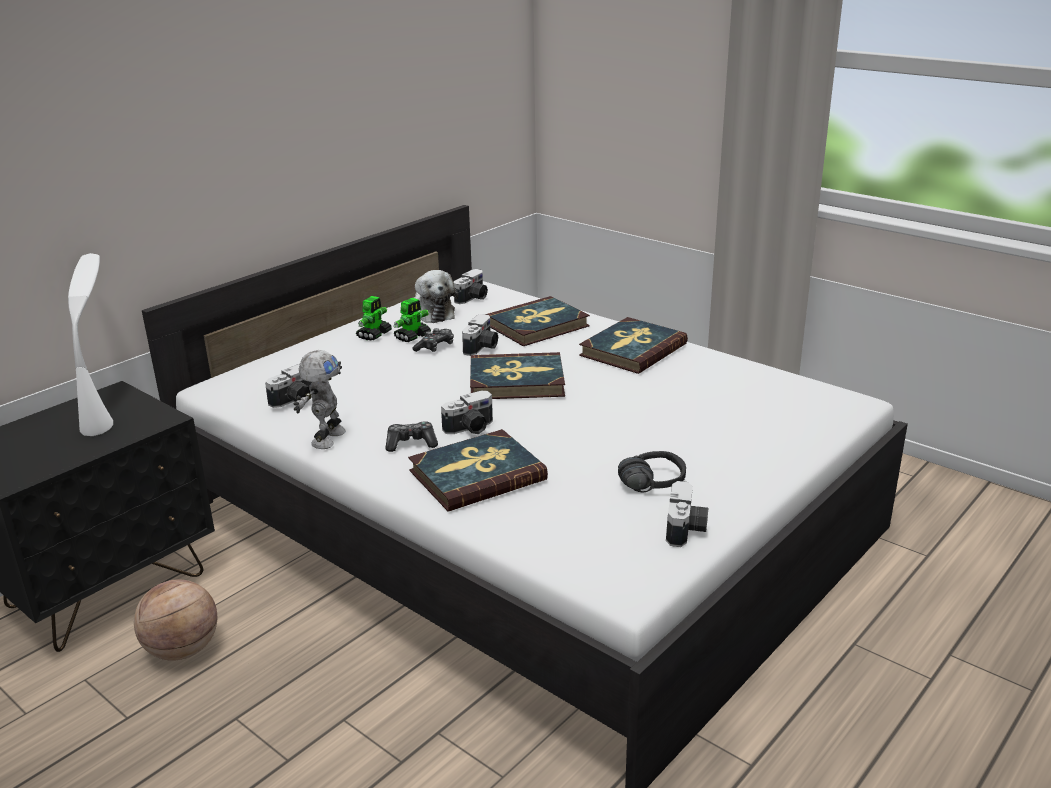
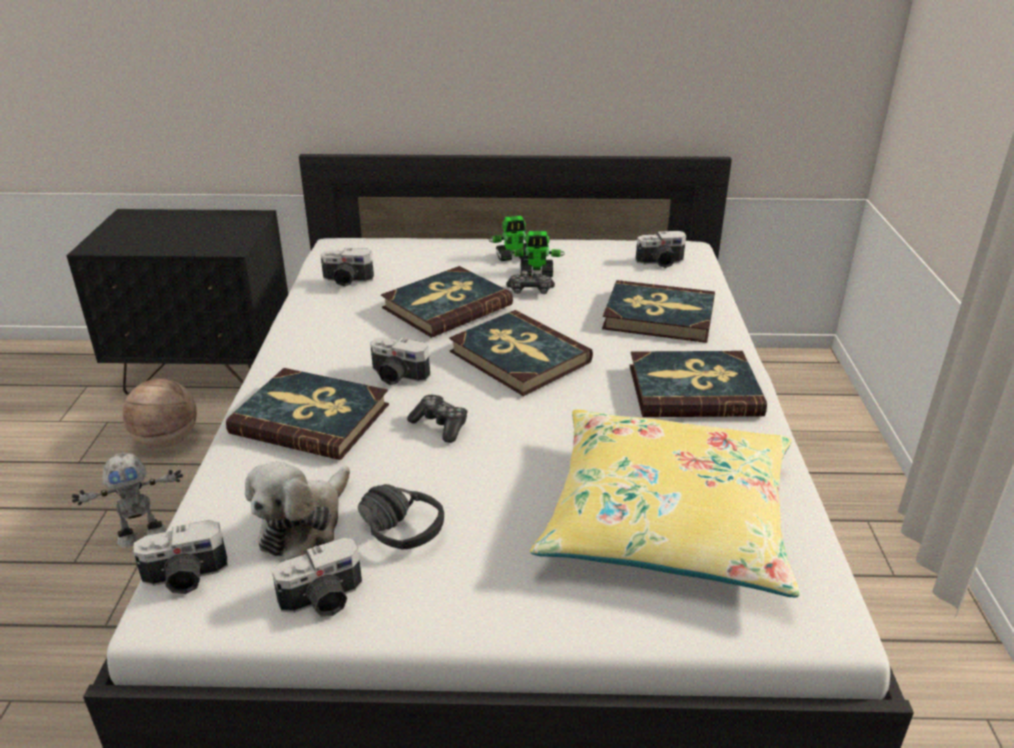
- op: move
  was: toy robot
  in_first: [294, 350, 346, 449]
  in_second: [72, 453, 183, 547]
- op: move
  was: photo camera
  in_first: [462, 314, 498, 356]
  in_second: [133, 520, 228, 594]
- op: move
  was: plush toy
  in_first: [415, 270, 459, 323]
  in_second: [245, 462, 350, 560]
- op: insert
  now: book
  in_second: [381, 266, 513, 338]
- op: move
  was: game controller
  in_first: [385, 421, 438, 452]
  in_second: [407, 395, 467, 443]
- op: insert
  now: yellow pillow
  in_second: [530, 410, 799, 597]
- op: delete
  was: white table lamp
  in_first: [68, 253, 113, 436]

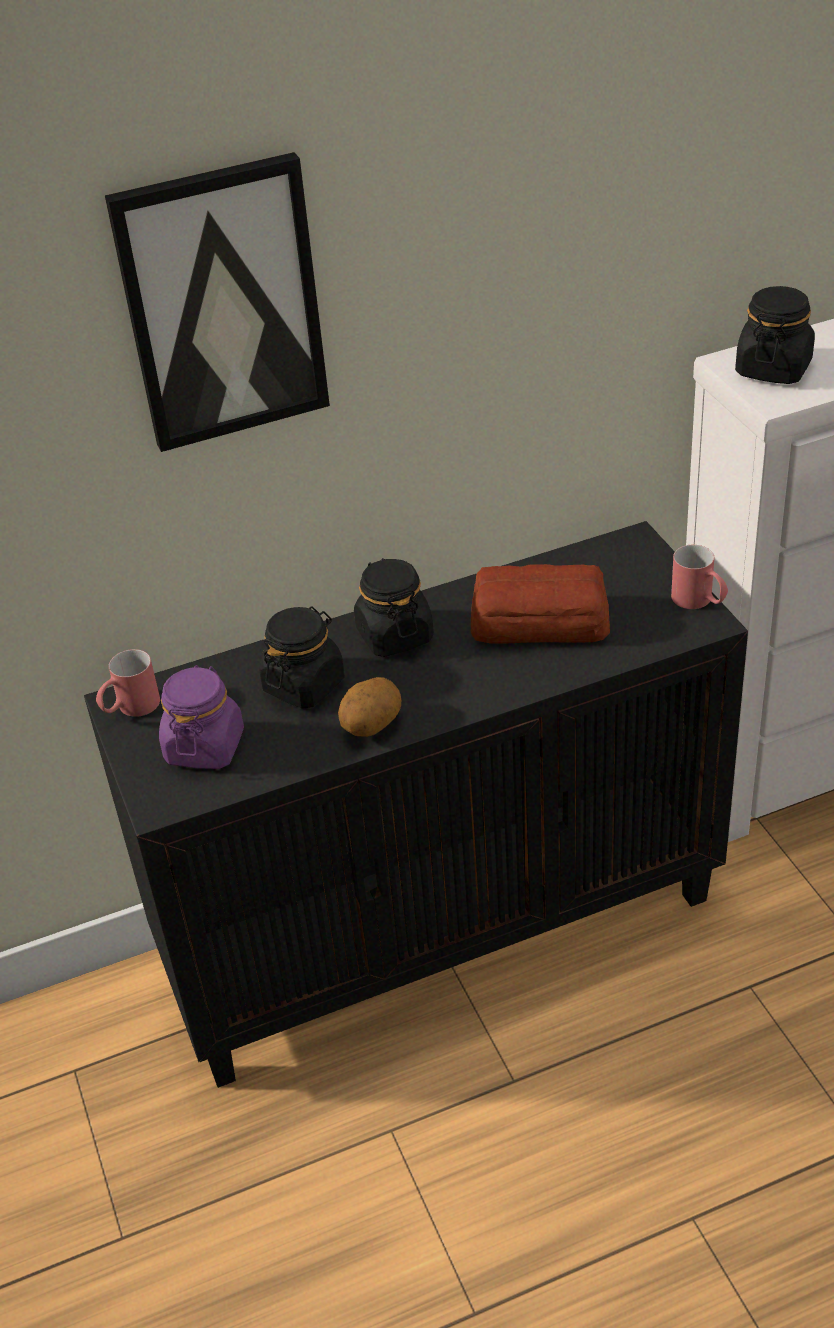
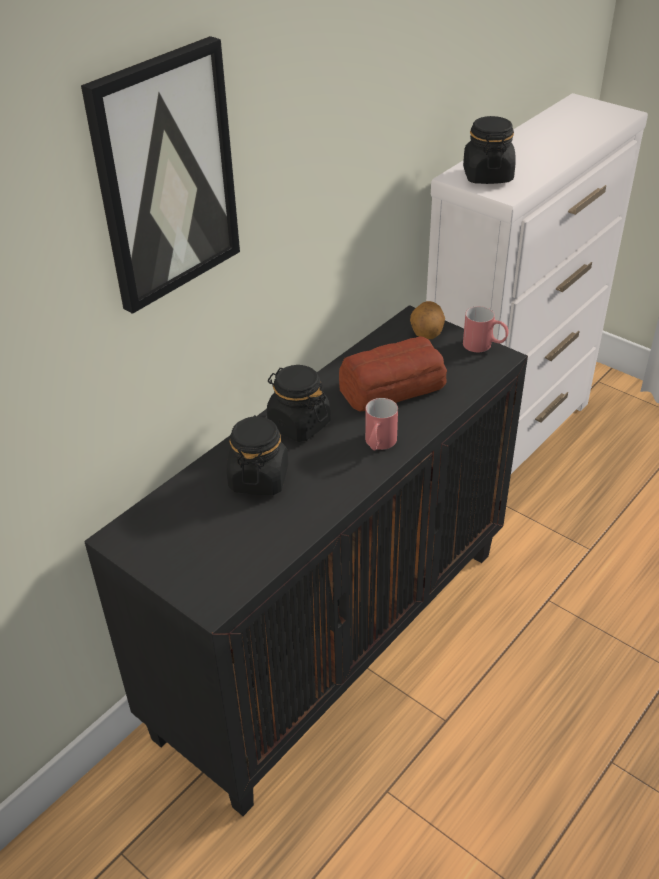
- op: move
  was: red mug
  in_first: [96, 649, 160, 717]
  in_second: [365, 398, 398, 450]
- op: move
  was: potato
  in_first: [338, 677, 401, 737]
  in_second: [410, 301, 445, 339]
- op: delete
  was: purple jar
  in_first: [159, 665, 244, 769]

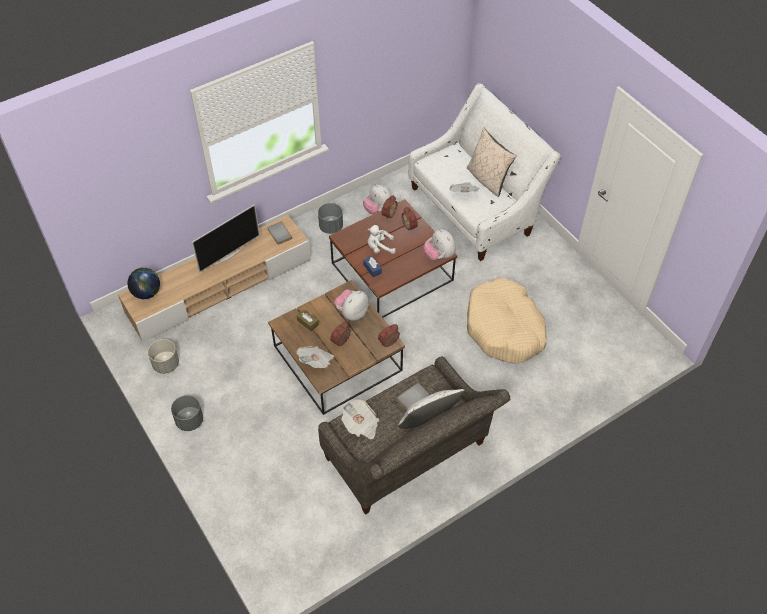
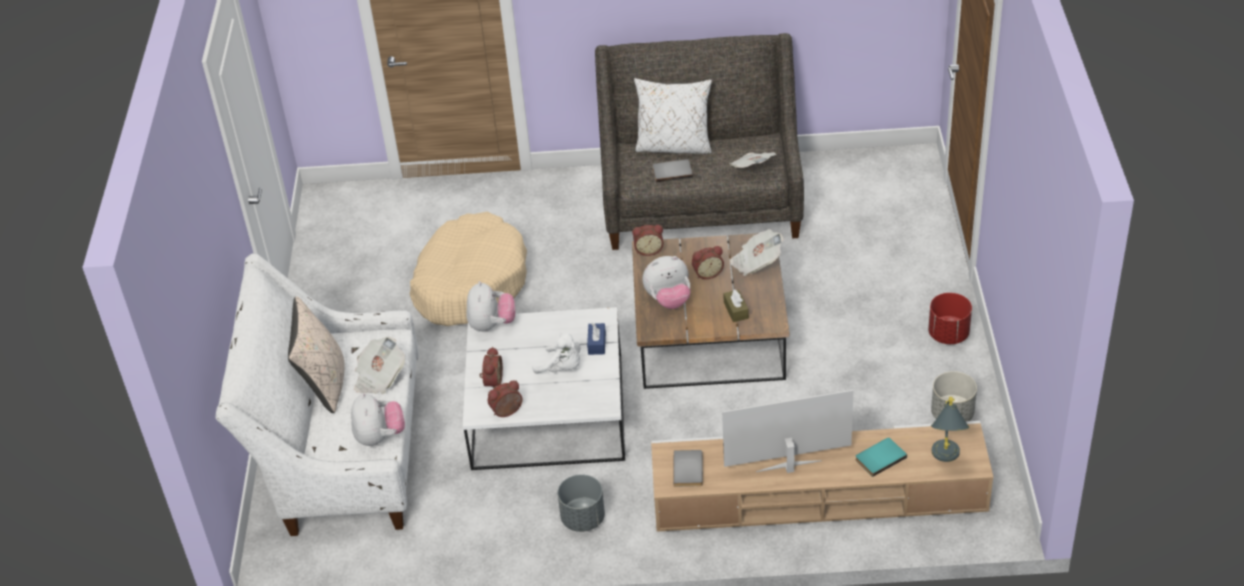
- op: move
  was: plush toy
  in_first: [363, 184, 391, 214]
  in_second: [351, 393, 405, 446]
- op: recolor
  was: brown coffee table
  now: white coffee table
  in_first: [329, 199, 457, 318]
  in_second: [463, 307, 625, 470]
- op: insert
  now: turquoise book
  in_second: [855, 438, 907, 477]
- op: recolor
  was: grey planter
  now: red planter
  in_first: [171, 395, 203, 431]
  in_second: [928, 293, 972, 344]
- op: replace
  was: globe
  now: grey table lamp
  in_first: [127, 268, 160, 299]
  in_second: [931, 397, 969, 462]

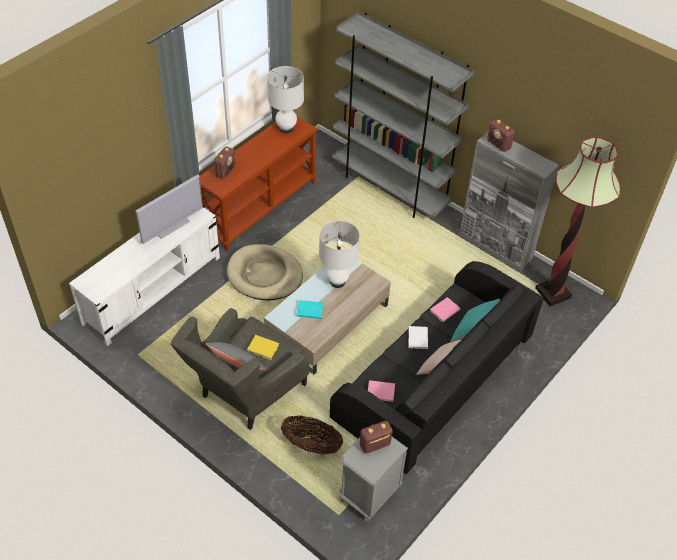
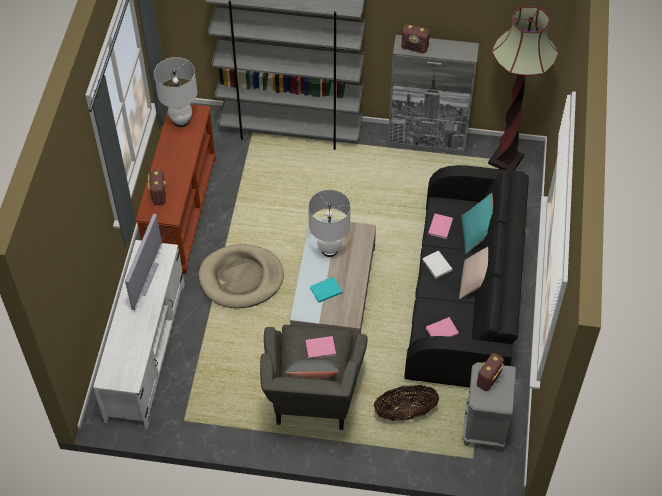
- op: recolor
  was: yellow book
  now: pink book
  in_first: [247, 335, 279, 360]
  in_second: [305, 336, 336, 359]

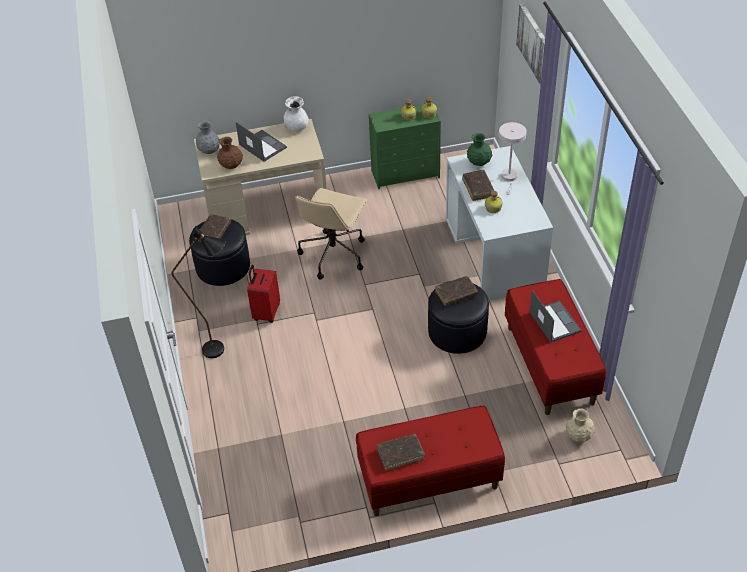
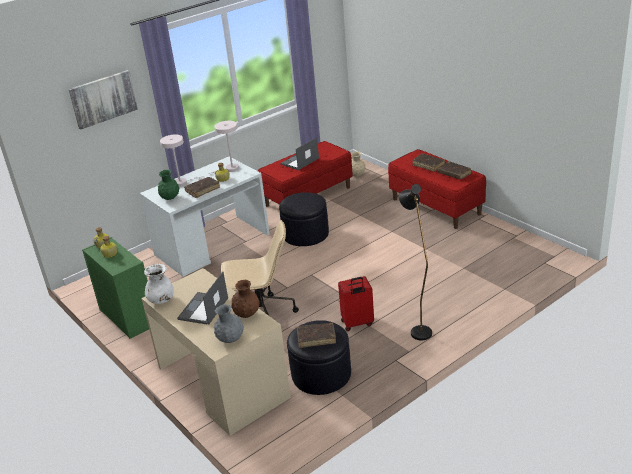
- op: insert
  now: white table lamp
  in_second: [209, 121, 239, 174]
- op: move
  was: brown book
  in_first: [435, 276, 478, 306]
  in_second: [412, 153, 445, 172]

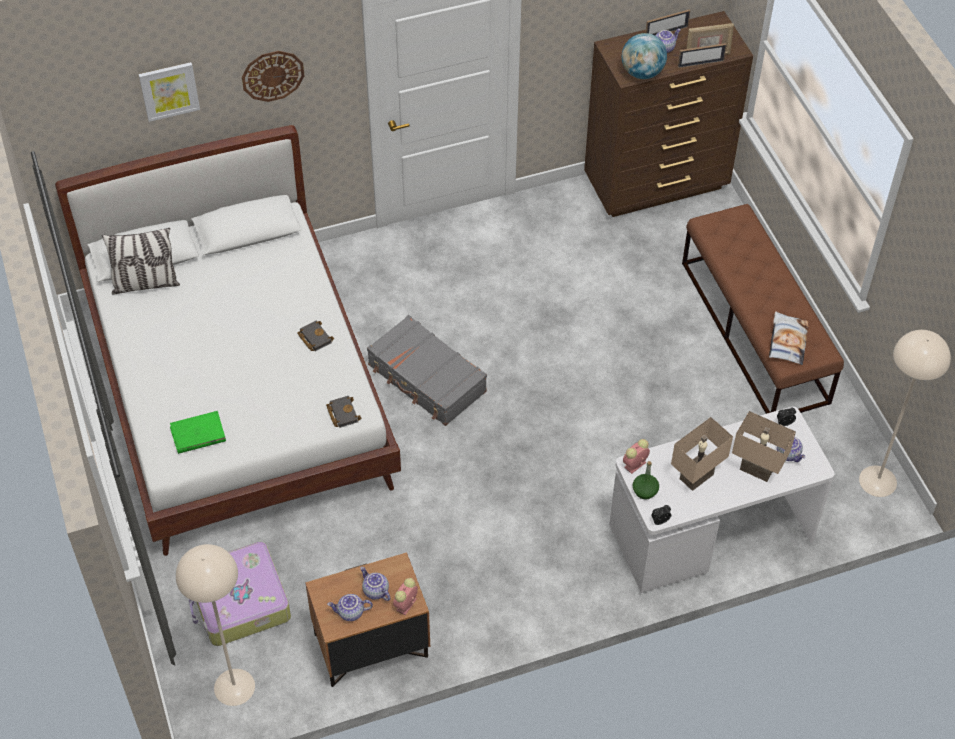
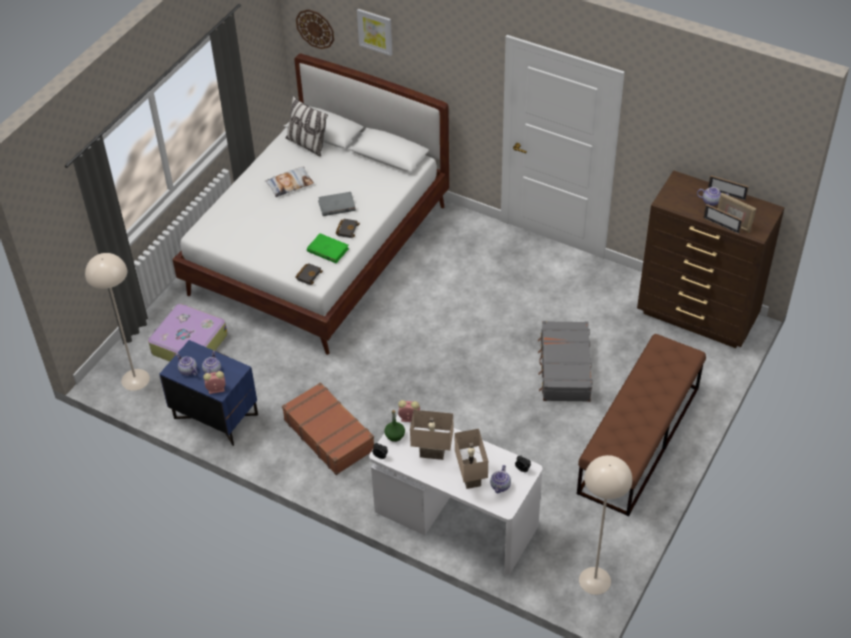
- op: recolor
  was: brown nightstand
  now: blue nightstand
  in_first: [305, 552, 430, 687]
  in_second: [159, 340, 258, 446]
- op: move
  was: pillow
  in_first: [769, 311, 809, 365]
  in_second: [265, 166, 314, 197]
- op: insert
  now: brown suitcase
  in_second: [282, 382, 374, 475]
- op: move
  was: wall clock
  in_first: [242, 51, 304, 102]
  in_second: [296, 9, 334, 49]
- op: move
  was: green book
  in_first: [170, 411, 226, 454]
  in_second: [307, 233, 349, 263]
- op: insert
  now: grey book
  in_second: [318, 192, 356, 216]
- op: move
  was: grey suitcase
  in_first: [367, 315, 487, 426]
  in_second: [538, 321, 592, 402]
- op: delete
  was: globe
  in_first: [622, 33, 667, 79]

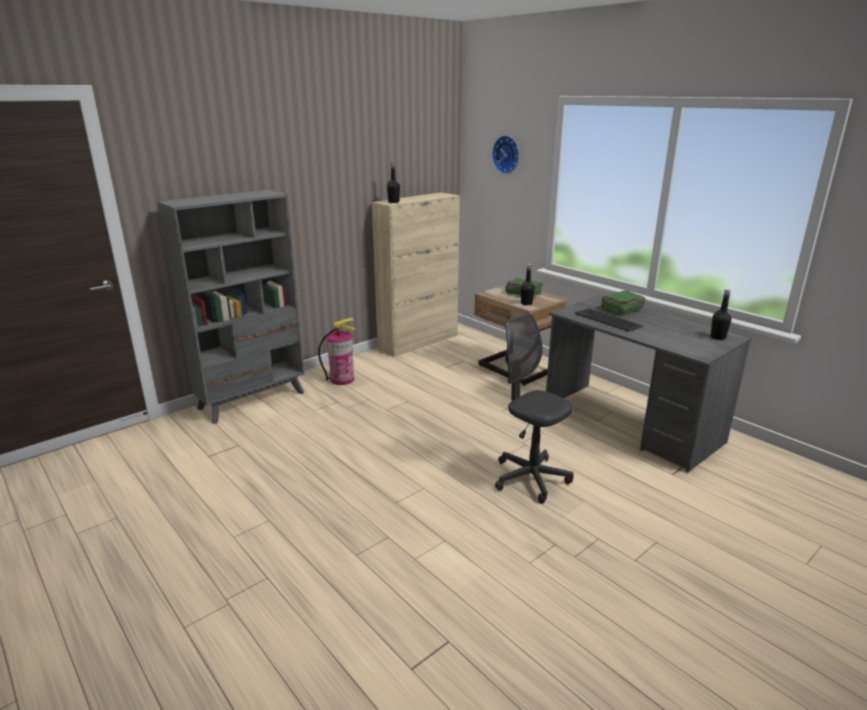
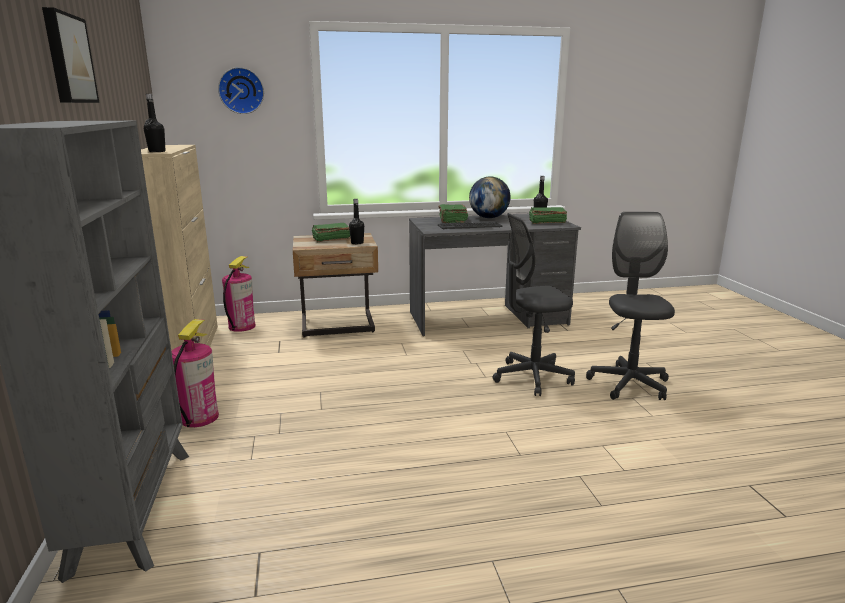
- op: insert
  now: picture
  in_second: [42, 7, 99, 103]
- op: insert
  now: fire extinguisher
  in_second: [222, 256, 256, 332]
- op: insert
  now: globe
  in_second: [469, 176, 511, 218]
- op: insert
  now: green book
  in_second: [529, 207, 567, 224]
- op: insert
  now: grey office chair
  in_second: [586, 212, 675, 400]

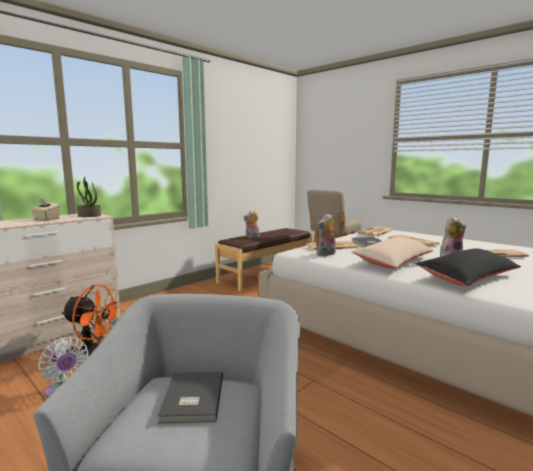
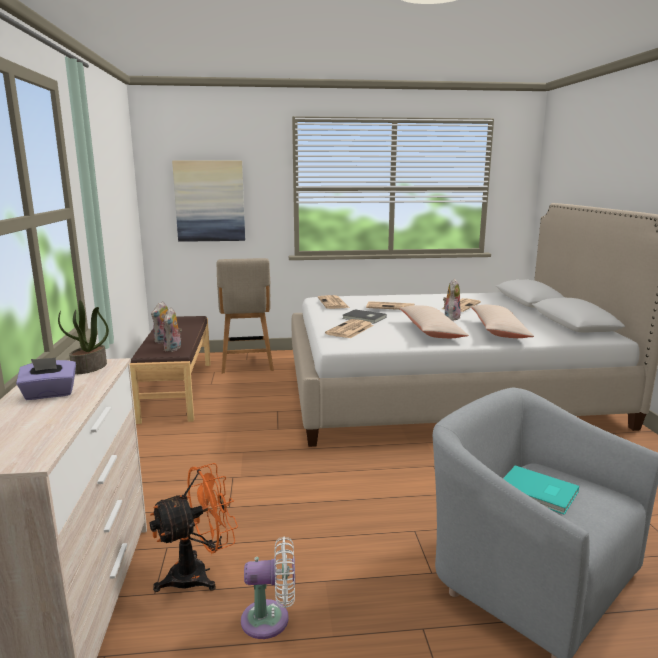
- op: recolor
  was: beige tissue box
  now: purple tissue box
  in_first: [30, 199, 61, 220]
  in_second: [16, 357, 76, 400]
- op: move
  was: plush toy
  in_first: [317, 214, 336, 256]
  in_second: [163, 308, 182, 352]
- op: insert
  now: picture
  in_second: [172, 160, 245, 242]
- op: recolor
  was: black pillow
  now: beige pillow
  in_first: [415, 249, 521, 286]
  in_second: [471, 305, 534, 338]
- op: recolor
  was: grey book
  now: turquoise book
  in_first: [158, 372, 223, 424]
  in_second: [503, 466, 579, 515]

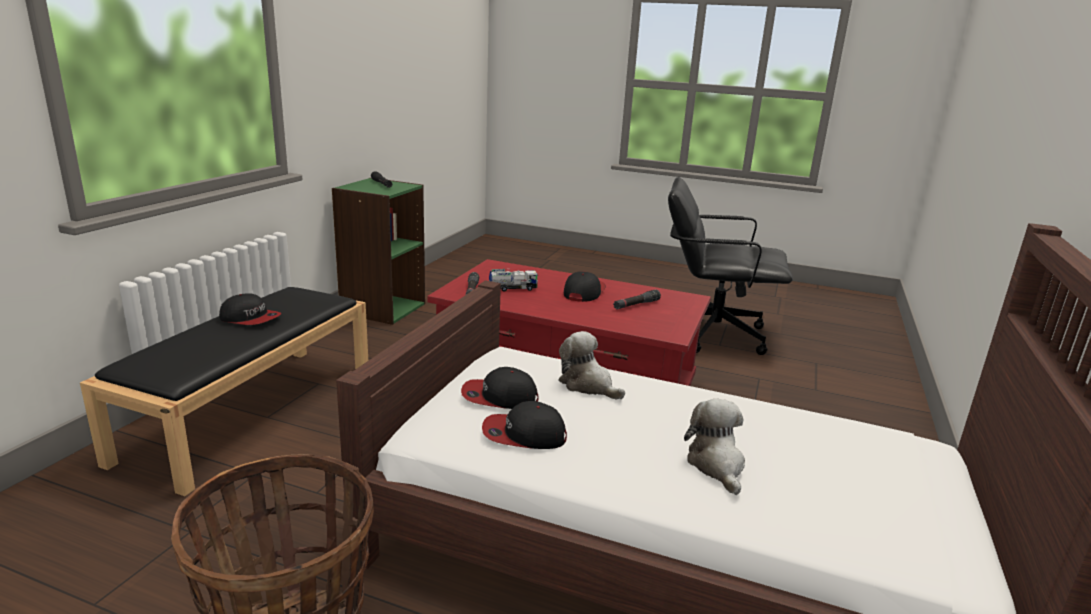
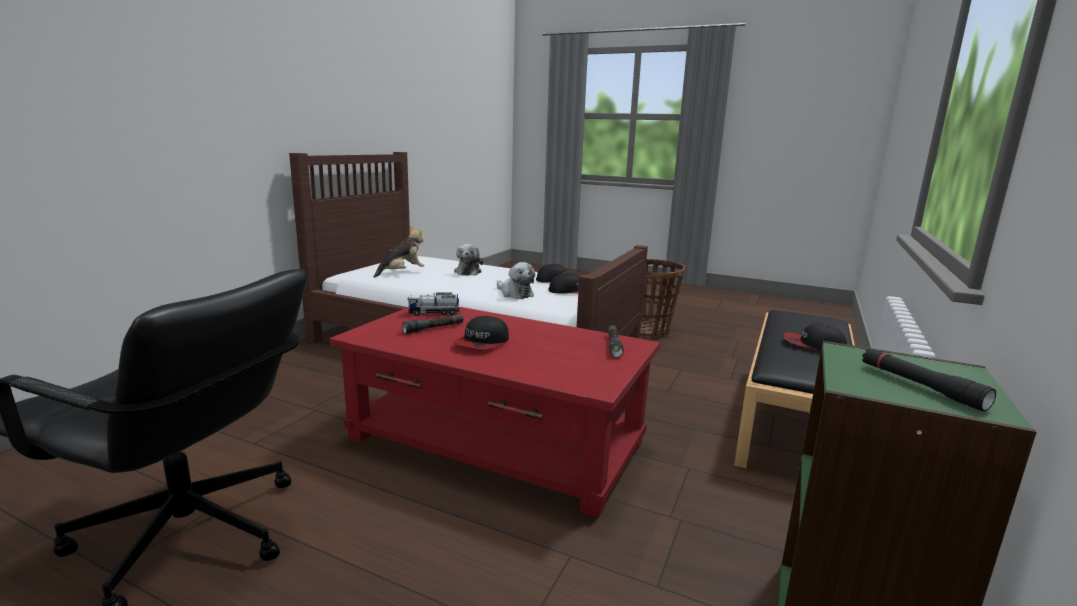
- op: insert
  now: plush toy
  in_second: [374, 226, 425, 278]
- op: move
  was: toy truck
  in_first: [489, 269, 538, 292]
  in_second: [407, 292, 460, 316]

